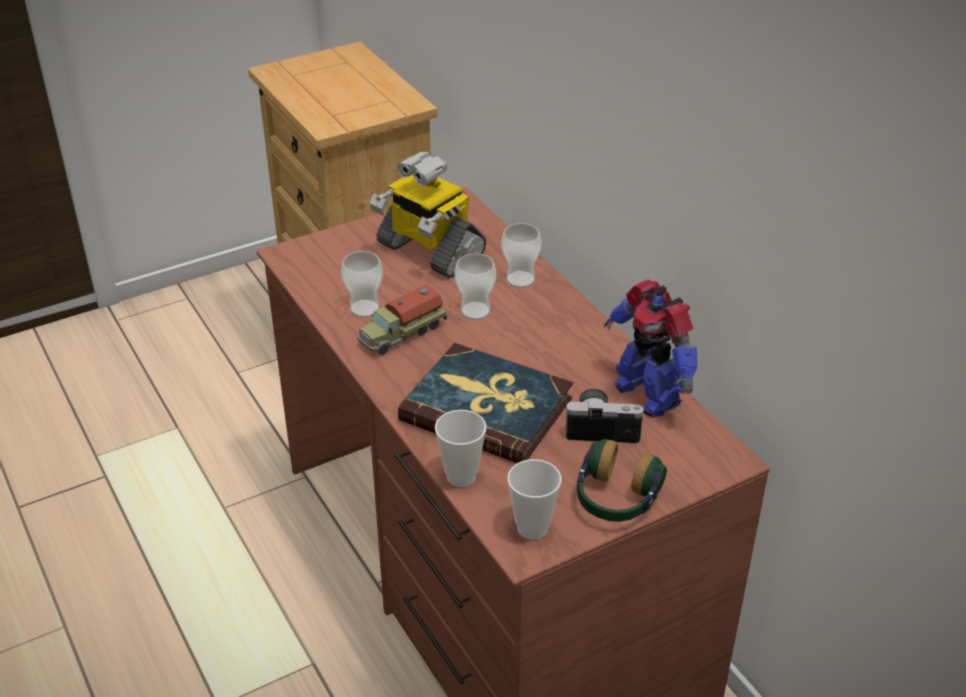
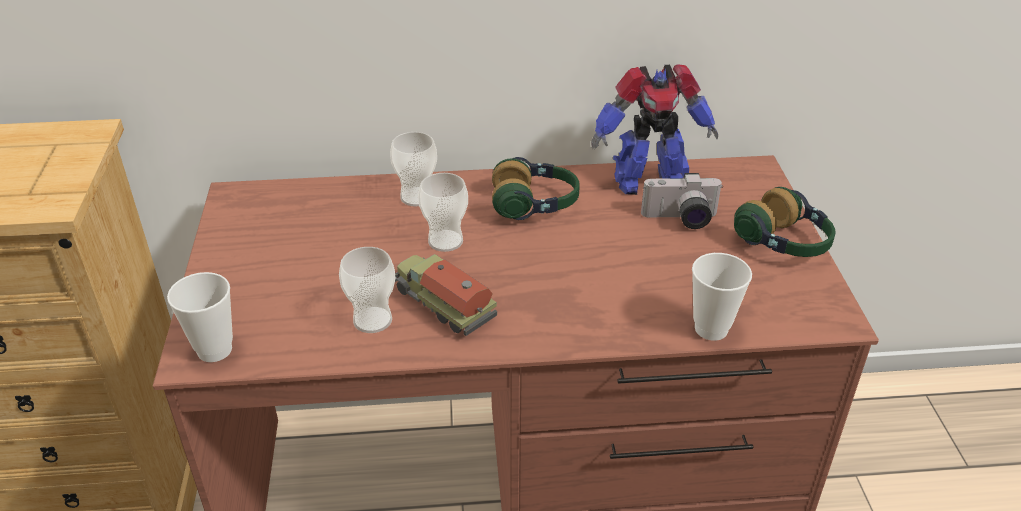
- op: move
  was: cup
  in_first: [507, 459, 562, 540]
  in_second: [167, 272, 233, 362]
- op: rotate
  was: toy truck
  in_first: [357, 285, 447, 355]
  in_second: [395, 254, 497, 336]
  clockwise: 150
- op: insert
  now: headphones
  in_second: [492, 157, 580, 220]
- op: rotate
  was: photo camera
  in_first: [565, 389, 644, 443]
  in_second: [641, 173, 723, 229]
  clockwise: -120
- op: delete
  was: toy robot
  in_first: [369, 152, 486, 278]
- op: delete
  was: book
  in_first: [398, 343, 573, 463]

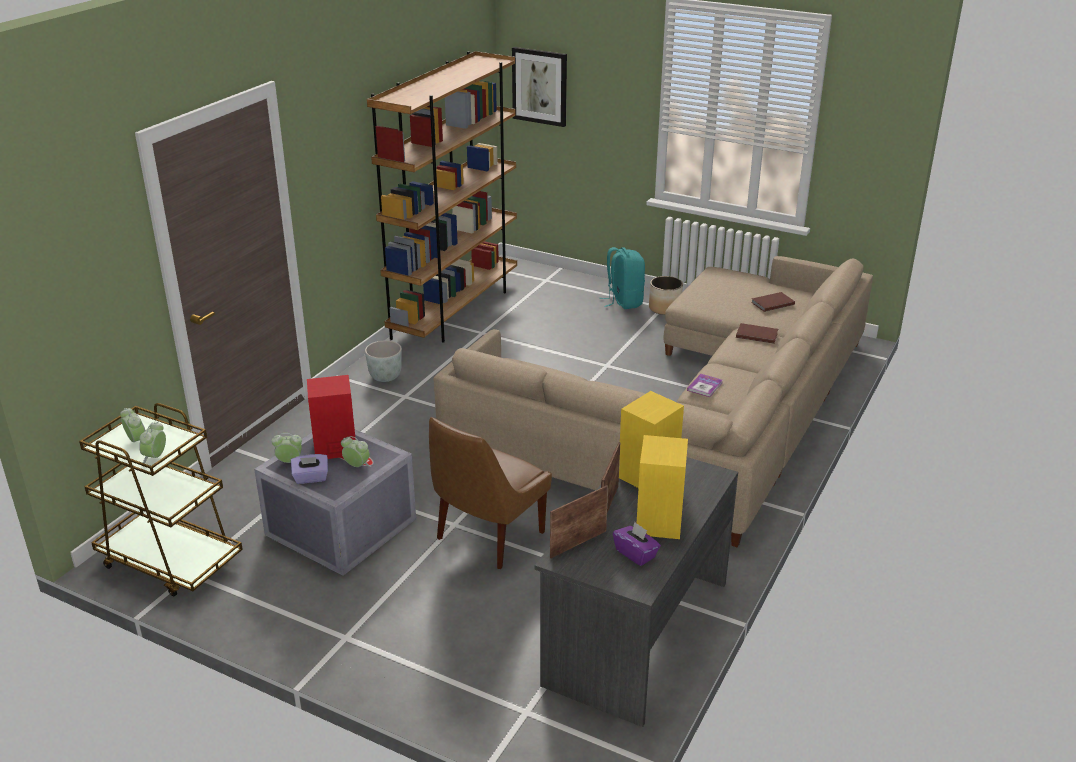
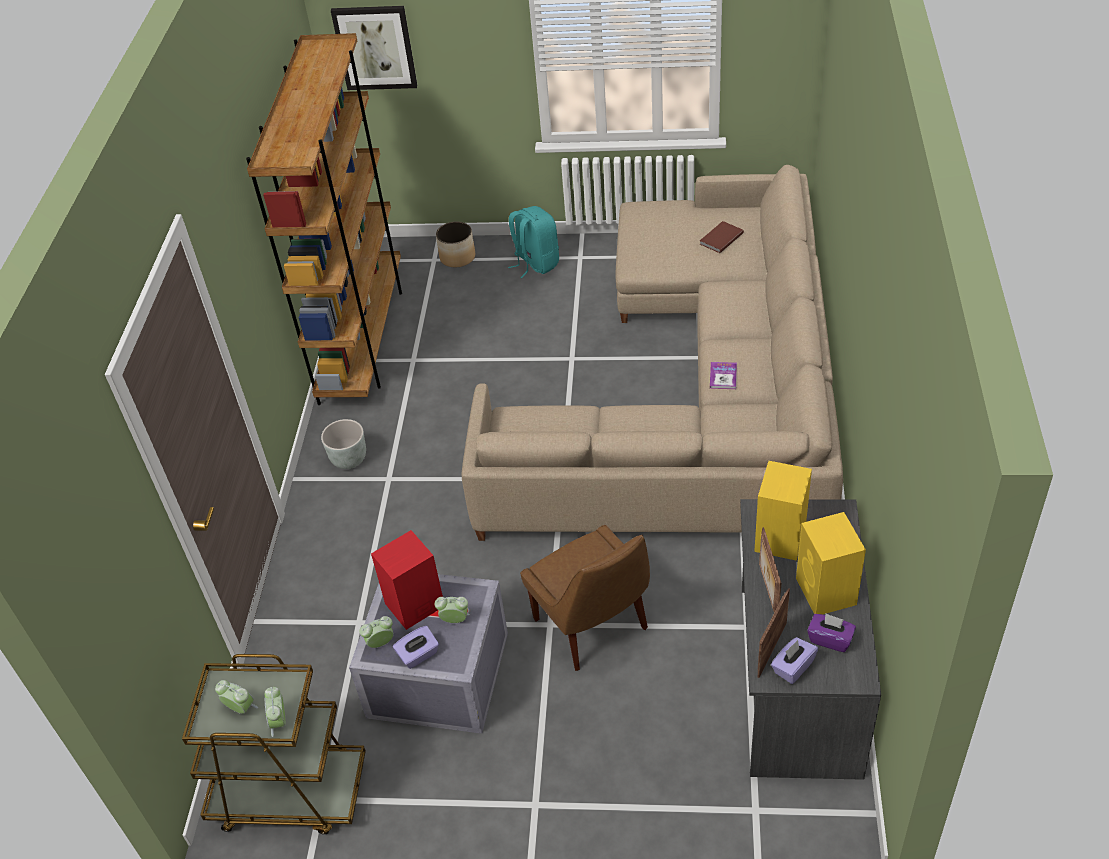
- op: move
  was: planter
  in_first: [649, 276, 683, 315]
  in_second: [436, 222, 475, 268]
- op: rotate
  was: brown chair
  in_first: [429, 417, 552, 569]
  in_second: [520, 525, 650, 671]
  clockwise: -45
- op: insert
  now: purple tissue box
  in_second: [771, 637, 818, 684]
- op: delete
  was: brown book
  in_first: [736, 323, 778, 344]

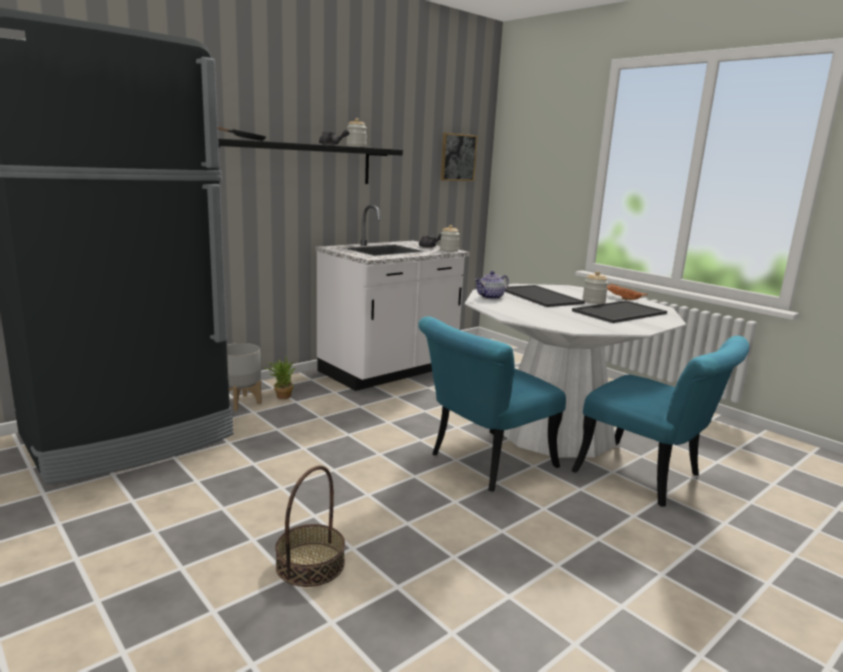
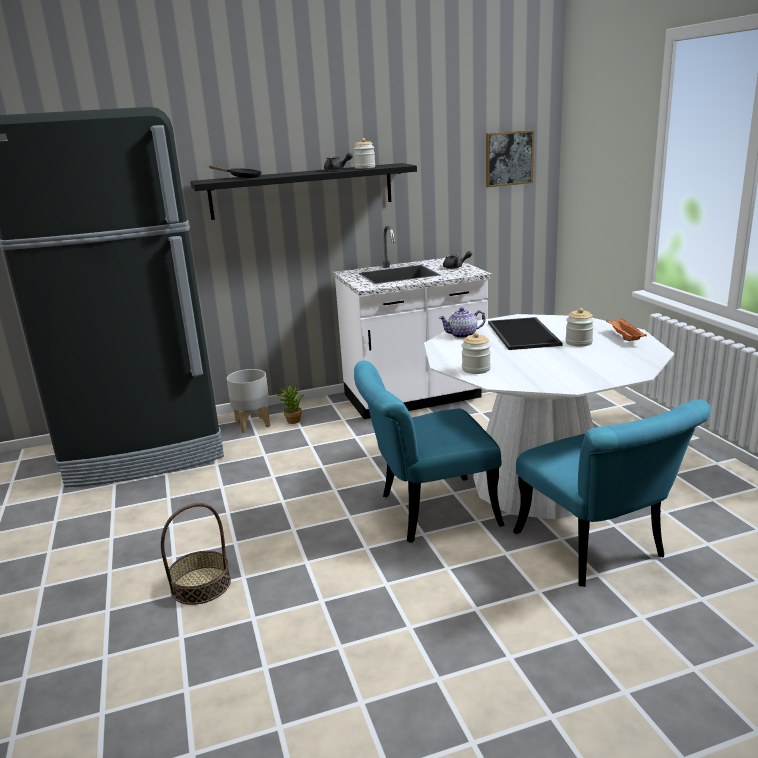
- op: move
  was: jar
  in_first: [440, 225, 460, 252]
  in_second: [462, 332, 491, 374]
- op: delete
  was: tray
  in_first: [572, 300, 667, 323]

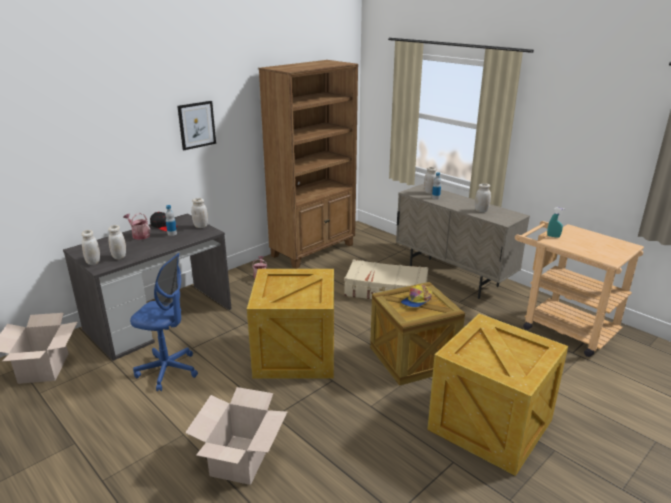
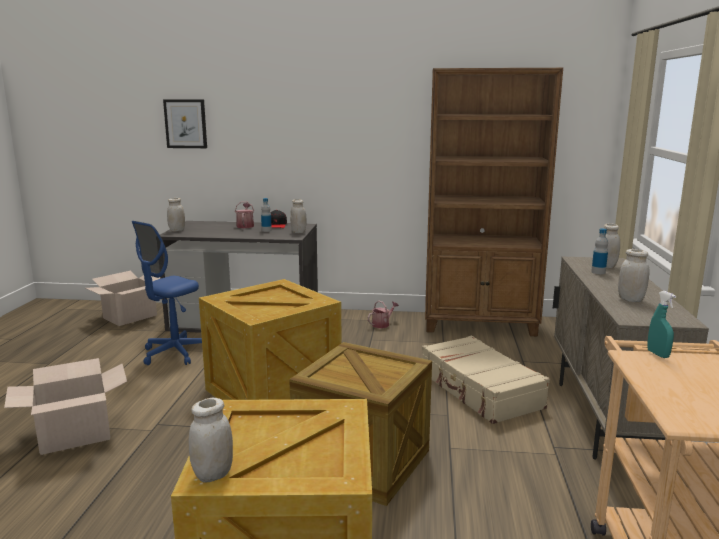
- op: rotate
  was: blue office chair
  in_first: [130, 253, 198, 391]
  in_second: [132, 221, 202, 365]
  clockwise: 60
- op: move
  was: picture
  in_first: [177, 101, 216, 150]
  in_second: [163, 99, 207, 148]
- op: move
  was: white jar
  in_first: [108, 225, 126, 259]
  in_second: [189, 398, 233, 483]
- op: delete
  was: cap
  in_first: [401, 284, 433, 307]

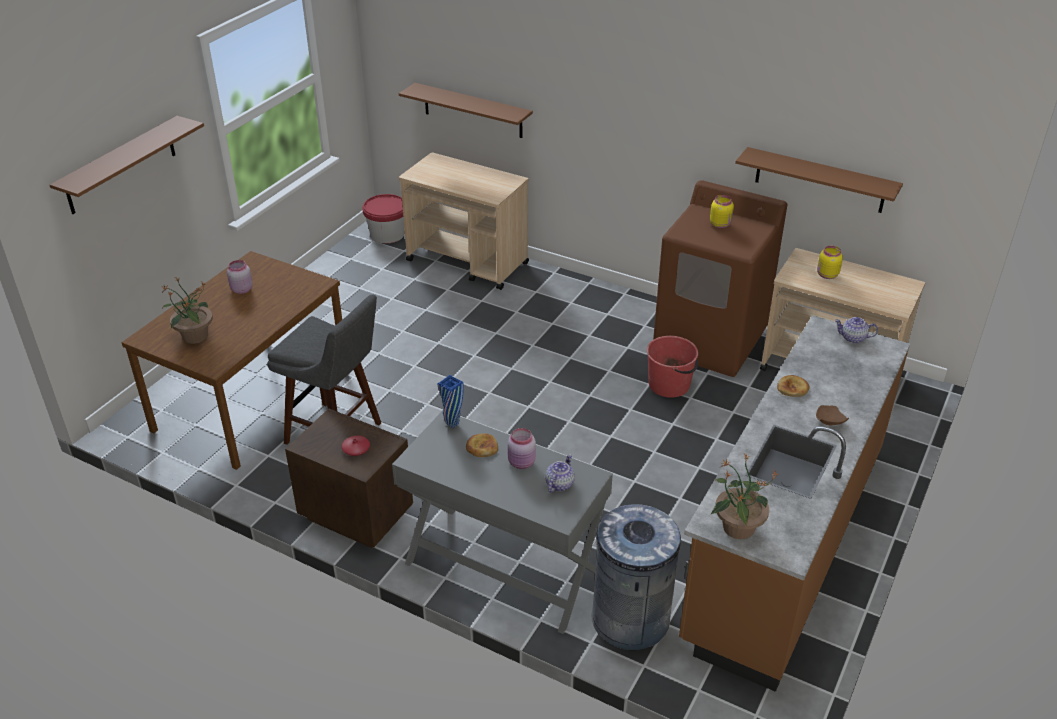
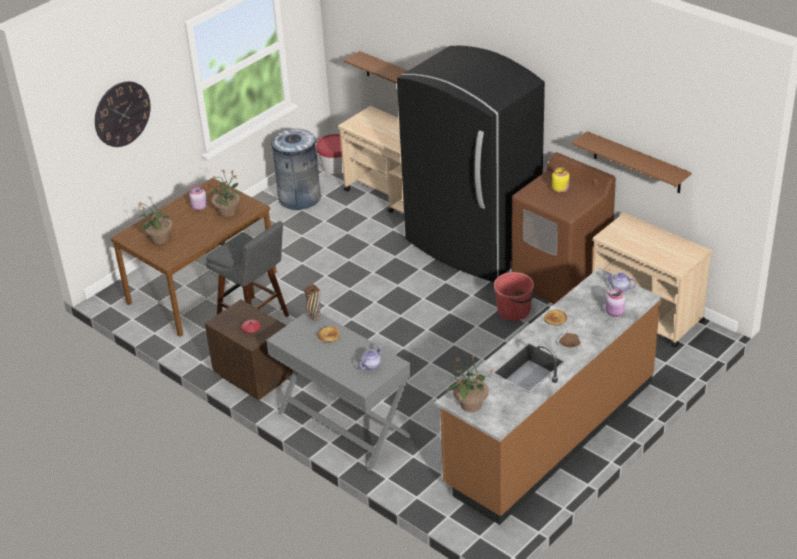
- op: replace
  was: brown shelf
  now: wall clock
  in_first: [50, 116, 204, 214]
  in_second: [95, 81, 151, 147]
- op: insert
  now: potted plant
  in_second: [209, 170, 242, 217]
- op: move
  was: grey trash can
  in_first: [592, 504, 681, 650]
  in_second: [271, 129, 321, 210]
- op: recolor
  was: blue vase
  now: brown vase
  in_first: [438, 375, 463, 428]
  in_second: [303, 284, 320, 321]
- op: insert
  now: black fridge
  in_second: [397, 46, 545, 282]
- op: move
  was: pink jar
  in_first: [507, 428, 536, 469]
  in_second: [606, 288, 626, 317]
- op: delete
  was: yellow jar
  in_first: [817, 246, 843, 279]

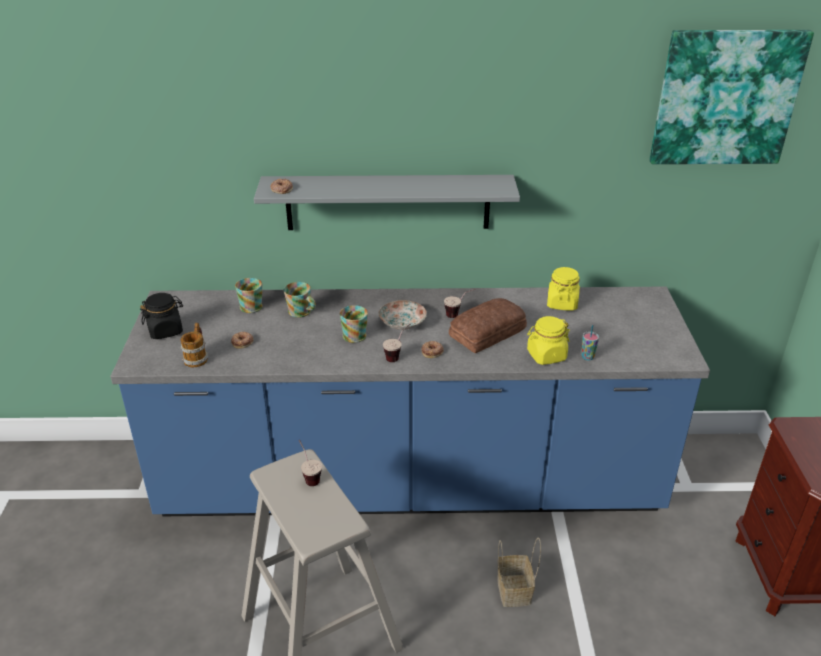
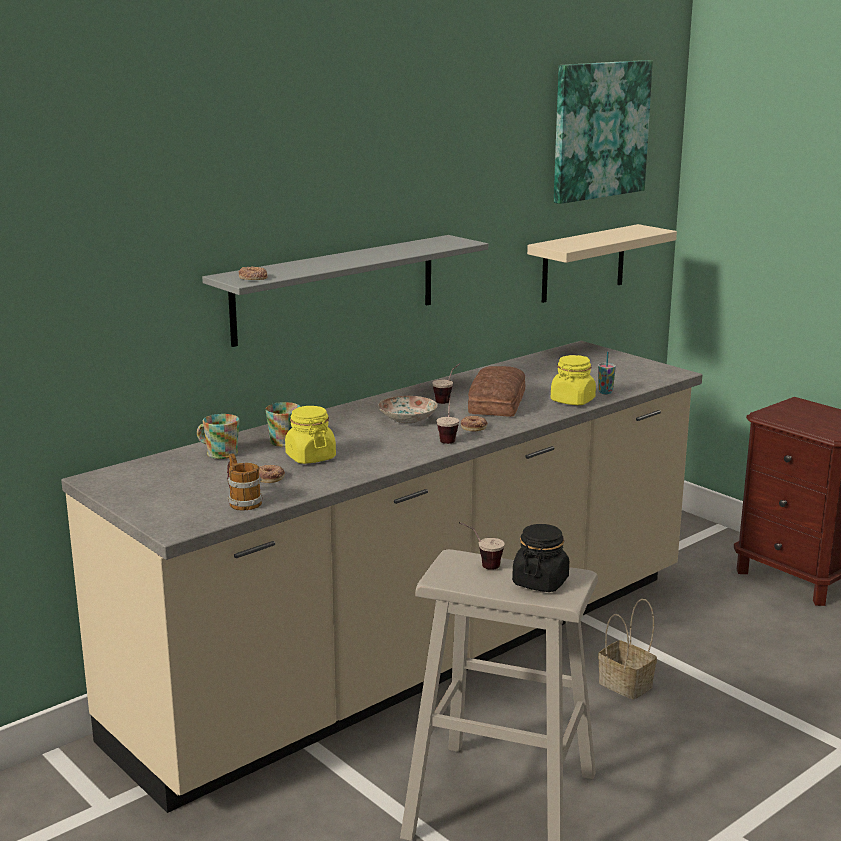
- op: recolor
  was: blue counter
  now: beige counter
  in_first: [111, 287, 710, 516]
  in_second: [61, 341, 702, 813]
- op: move
  was: yellow jar
  in_first: [547, 267, 580, 311]
  in_second: [285, 406, 336, 464]
- op: move
  was: black jar
  in_first: [140, 293, 183, 339]
  in_second: [512, 524, 569, 592]
- op: insert
  now: beige shelf
  in_second: [527, 224, 677, 303]
- op: delete
  was: mug
  in_first: [340, 305, 368, 343]

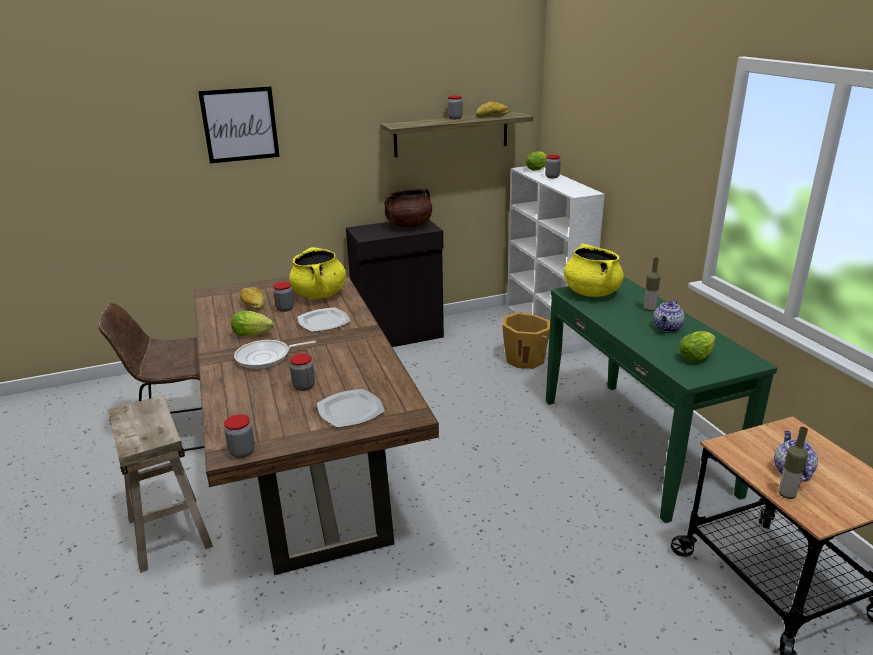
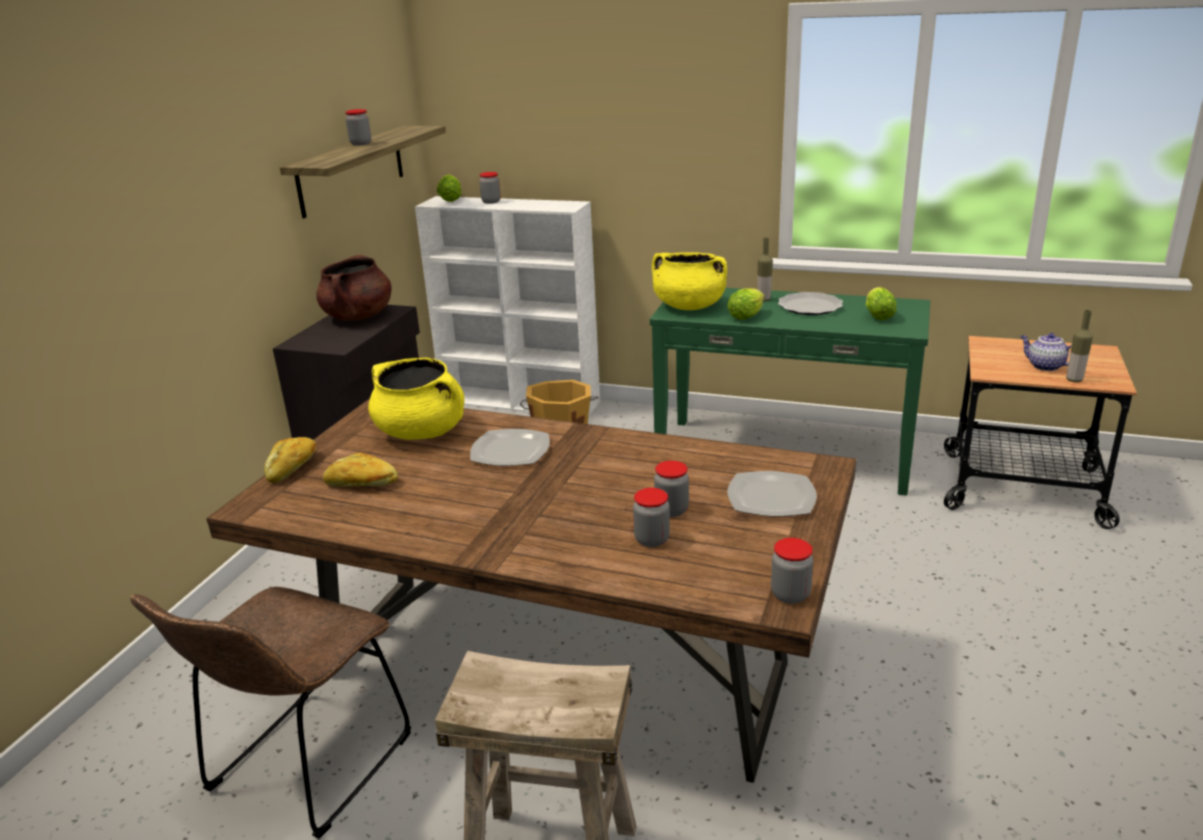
- op: move
  was: bread
  in_first: [476, 101, 509, 118]
  in_second: [264, 437, 316, 483]
- op: move
  was: jar
  in_first: [273, 282, 294, 312]
  in_second: [633, 488, 670, 547]
- op: move
  was: lettuce
  in_first: [231, 311, 274, 337]
  in_second: [727, 288, 765, 320]
- op: replace
  was: teapot
  now: plate
  in_first: [653, 300, 685, 332]
  in_second: [778, 292, 843, 315]
- op: delete
  was: picture
  in_first: [198, 86, 280, 163]
- op: delete
  was: frying pan
  in_first: [234, 340, 316, 369]

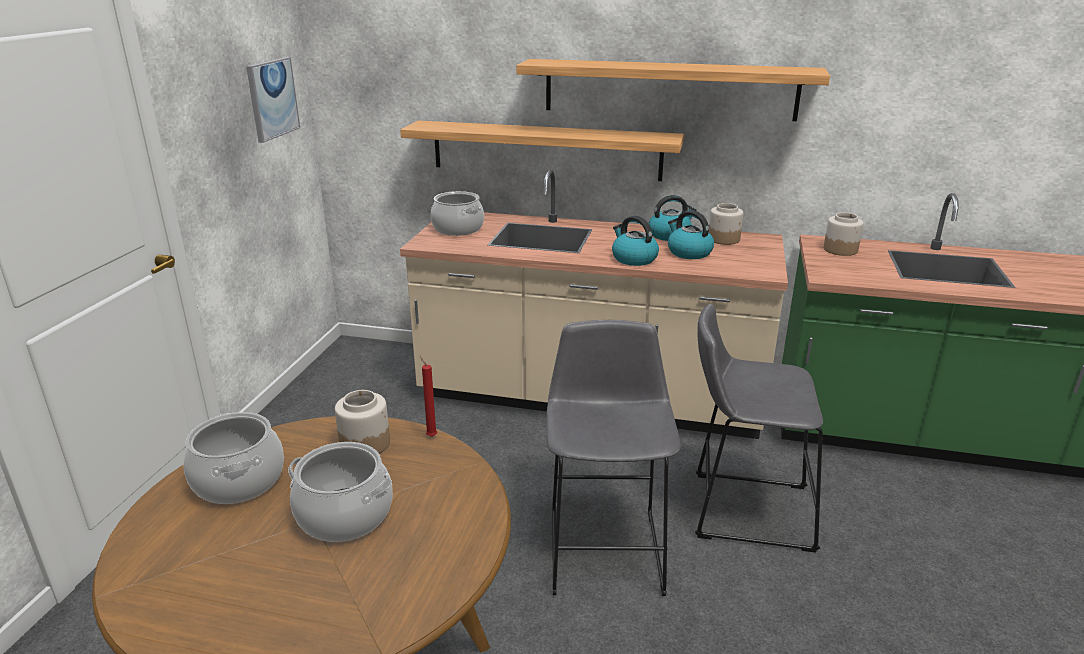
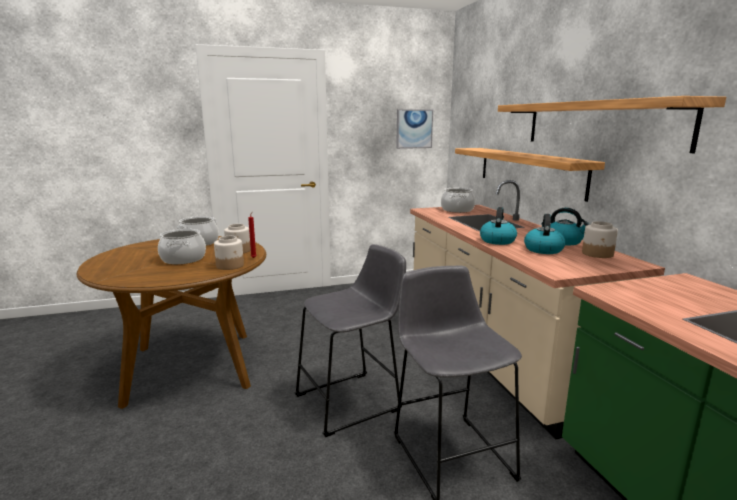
- op: move
  was: jar
  in_first: [824, 213, 864, 256]
  in_second: [214, 236, 244, 270]

